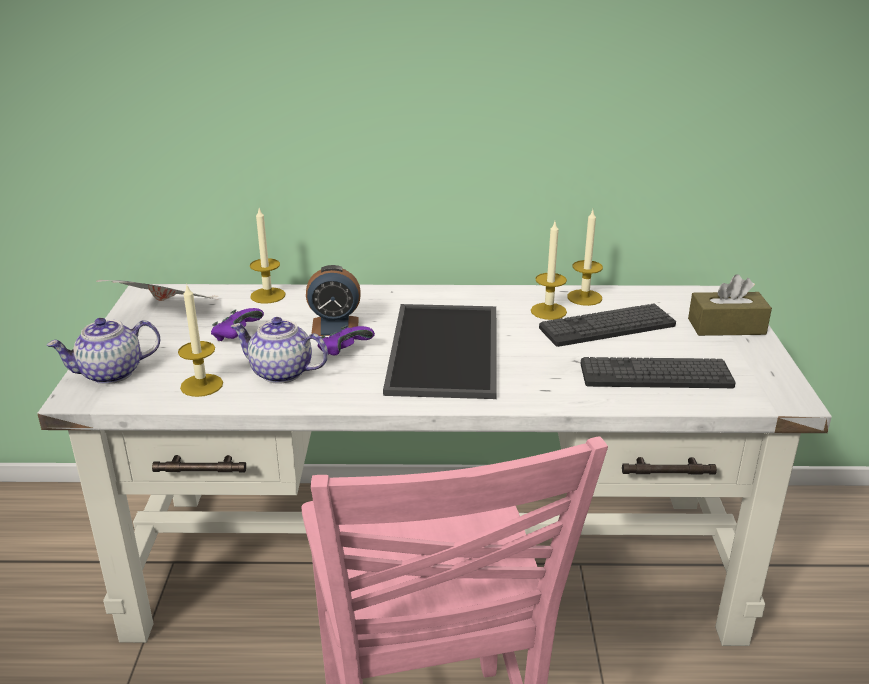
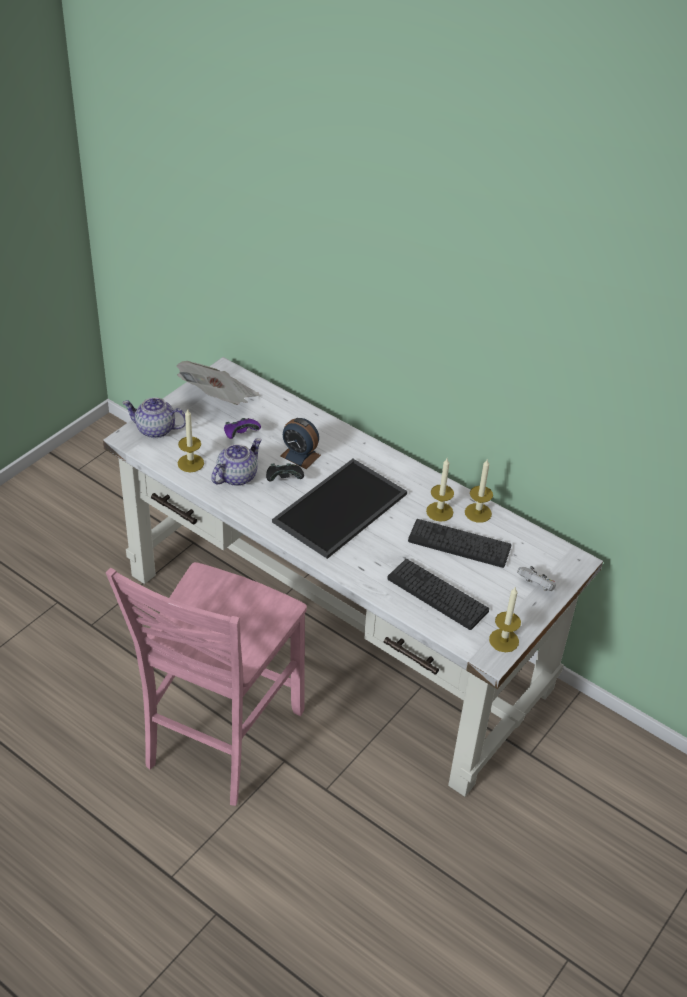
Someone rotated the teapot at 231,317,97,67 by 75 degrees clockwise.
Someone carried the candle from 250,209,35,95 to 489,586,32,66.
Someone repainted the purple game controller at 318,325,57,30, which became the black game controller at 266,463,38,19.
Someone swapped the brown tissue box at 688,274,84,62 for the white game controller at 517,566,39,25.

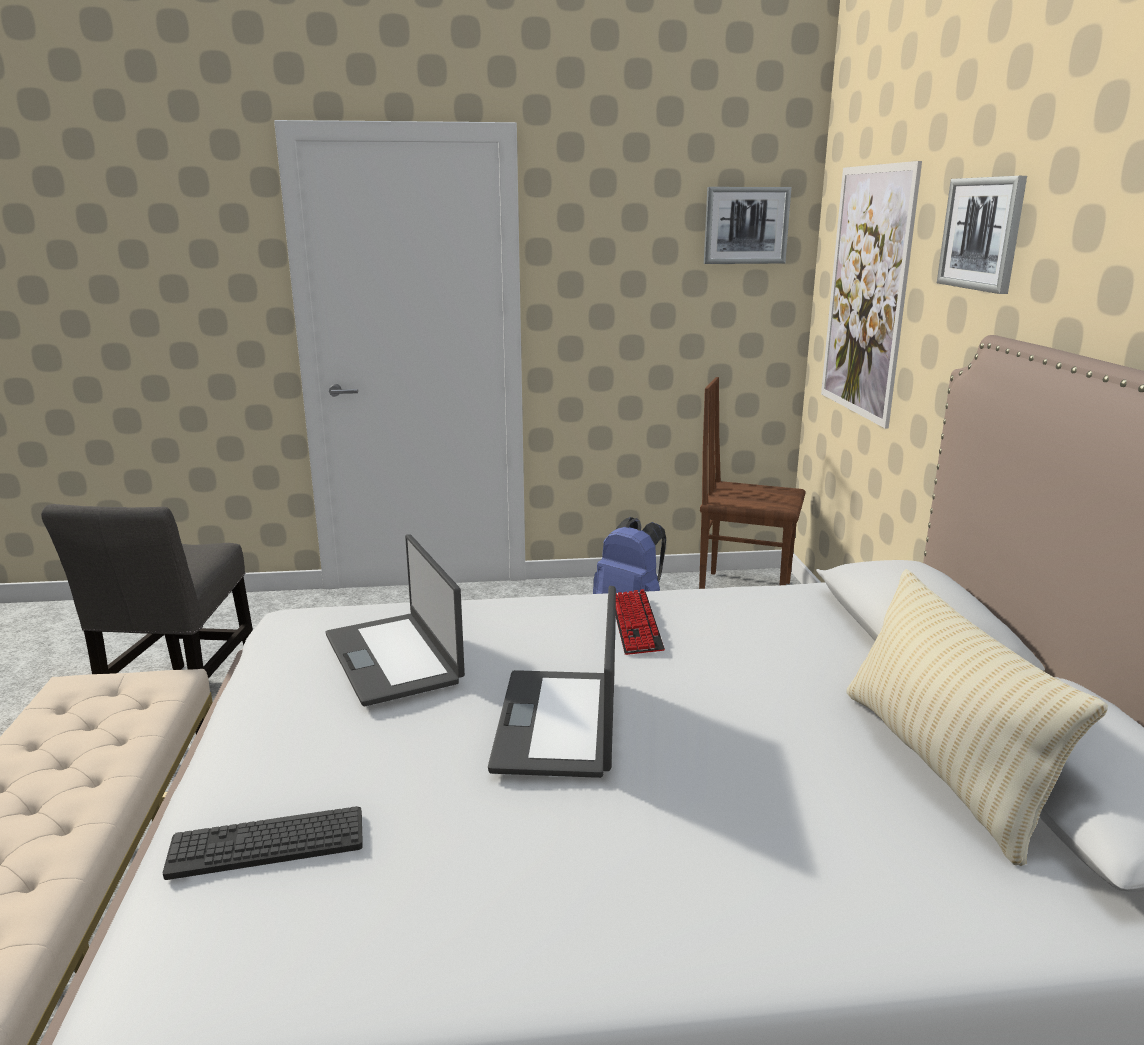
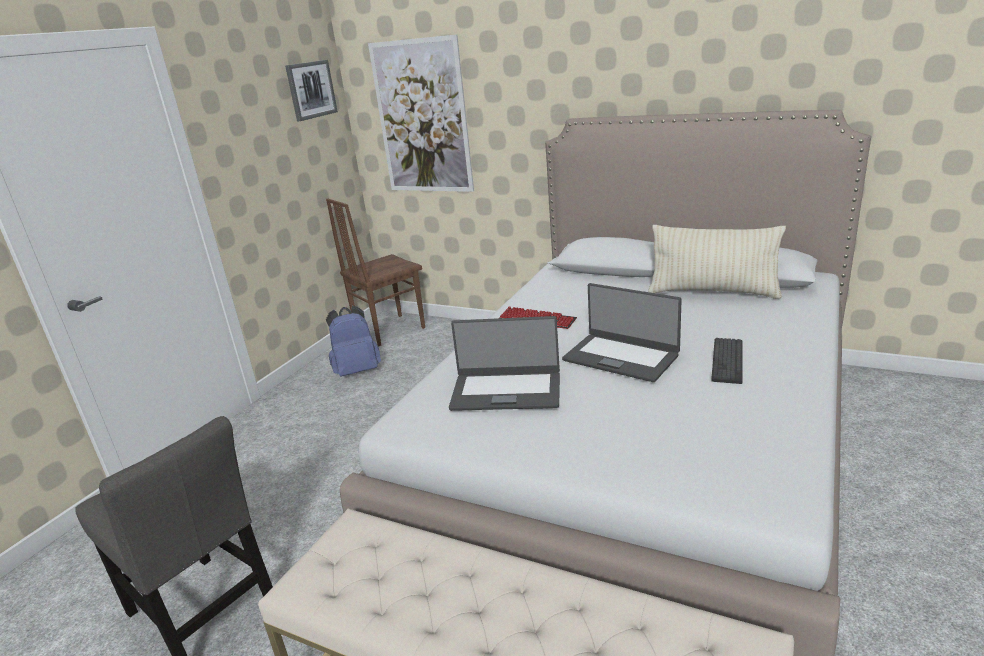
Someone carried the keyboard from 163,806,200,74 to 711,338,32,46.
Someone took away the picture at 937,176,90,118.

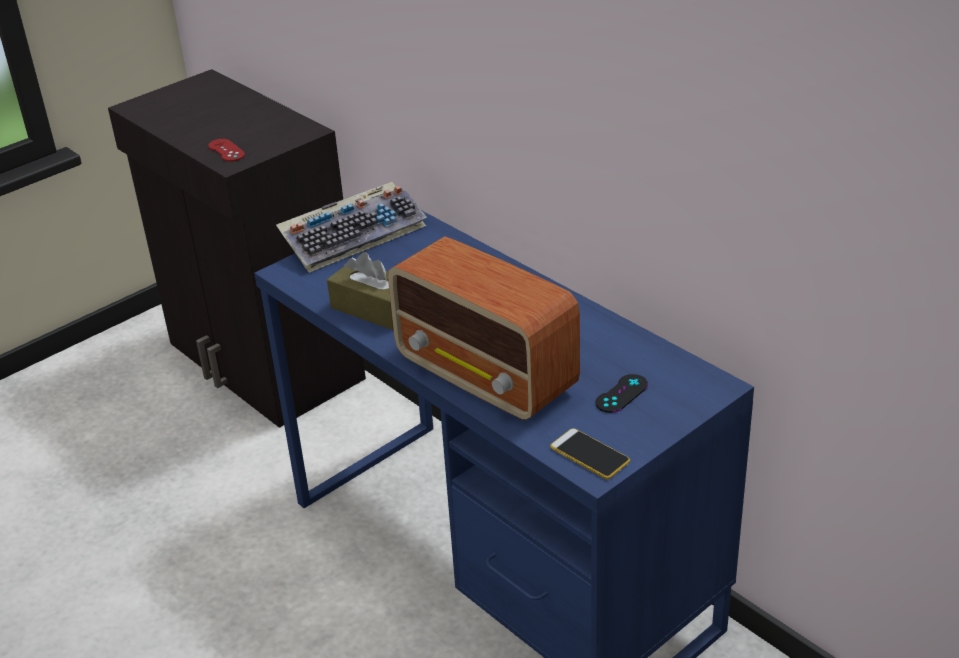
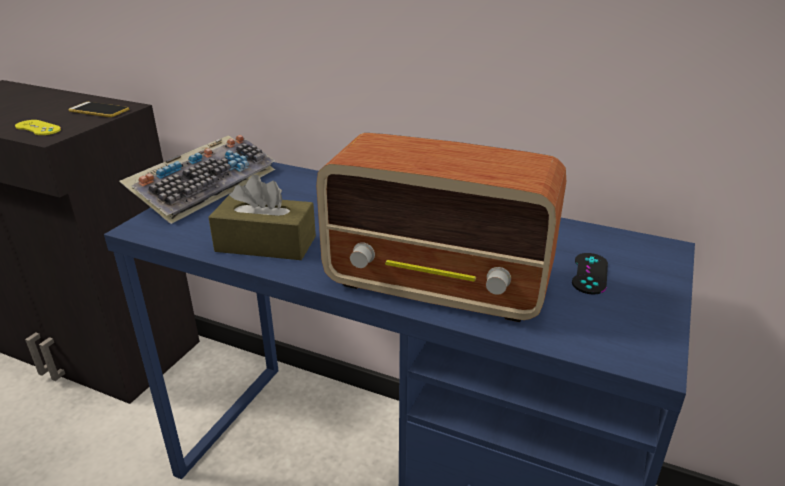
Someone repainted the red game controller at 208,139,37,22, which became the yellow game controller at 15,120,46,15.
Someone carried the phone from 550,428,80,51 to 69,102,60,15.

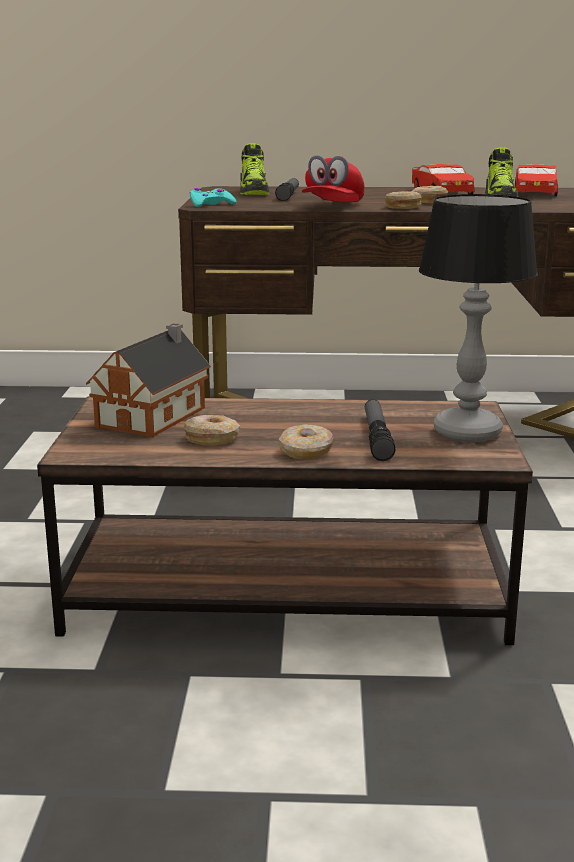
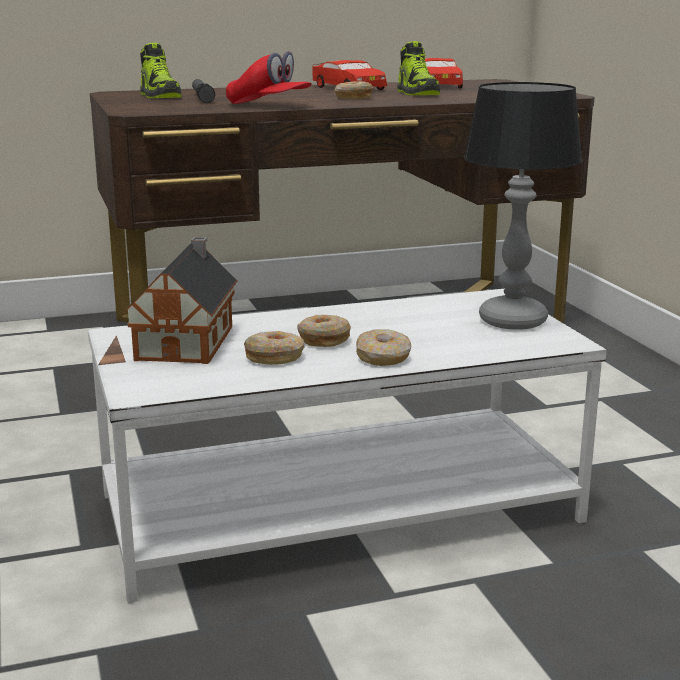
Someone repainted the brown coffee table at 37,397,496,248, which became the white coffee table at 88,289,519,314.
Someone took away the turquoise game controller at 189,188,48,19.
Someone rotated the red cap at 302,155,63,47 by 60 degrees counterclockwise.
Someone took away the flashlight at 365,399,31,62.
Someone carried the donut from 385,191,37,18 to 297,315,54,32.

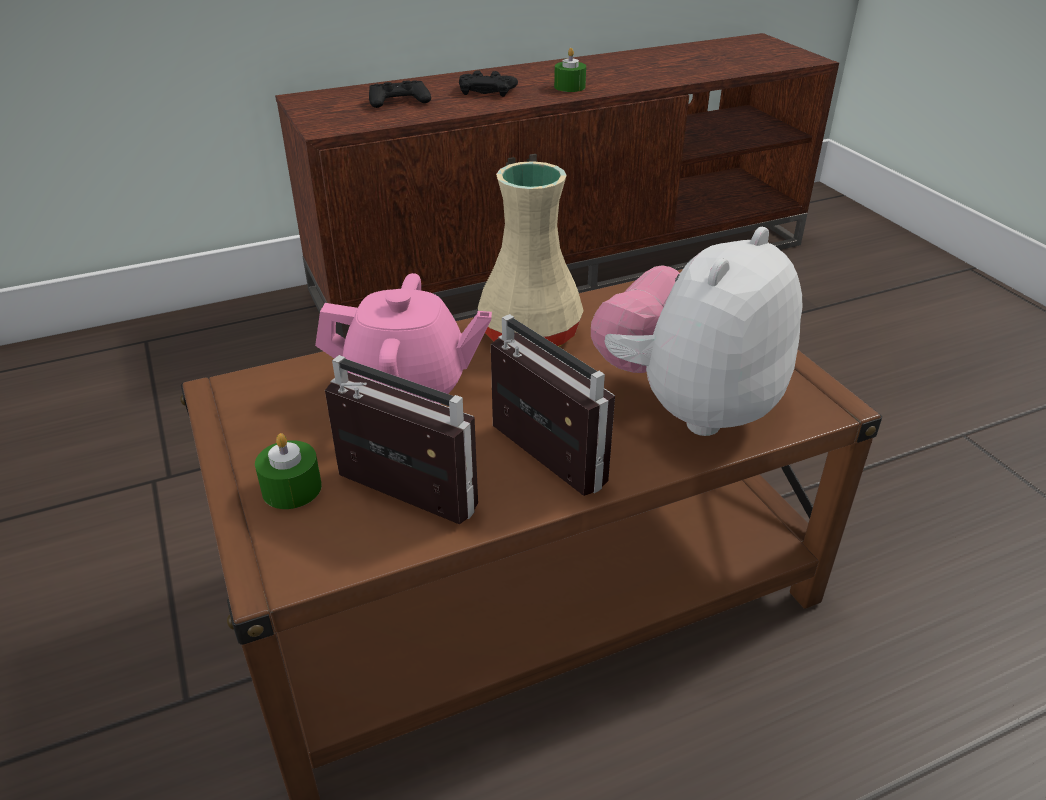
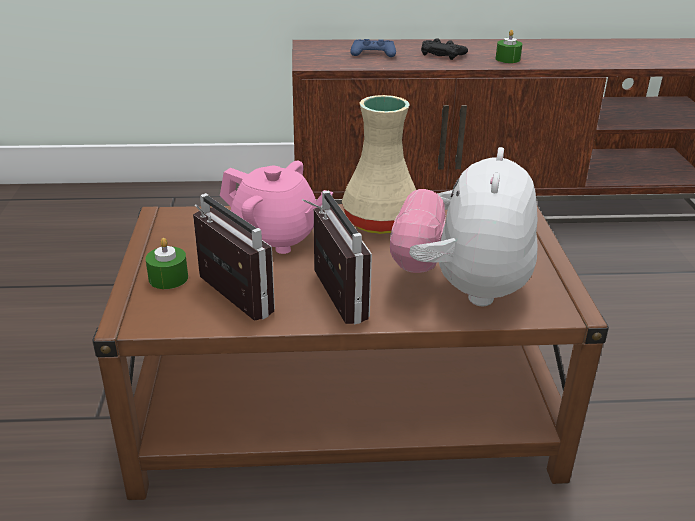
Someone repainted the black game controller at 369,80,62,28, which became the blue game controller at 350,39,46,18.
Someone rotated the plush toy at 591,227,211,209 by 45 degrees counterclockwise.

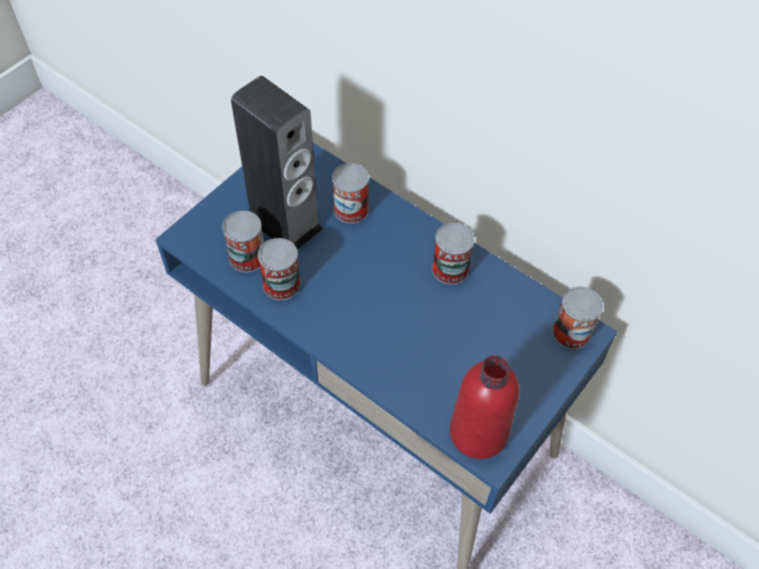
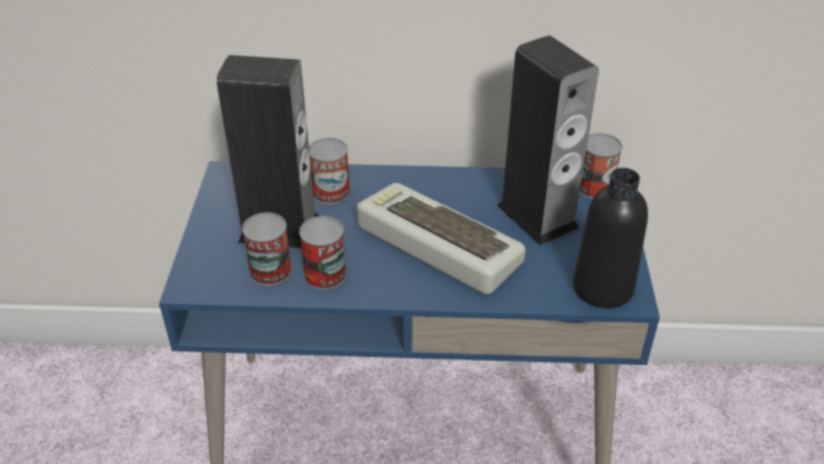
Someone took away the can at 432,223,43,62.
Someone repainted the red bottle at 450,355,69,104, which became the black bottle at 573,168,75,140.
Someone put down the keyboard at 357,183,168,111.
Someone put down the speaker at 497,35,102,211.

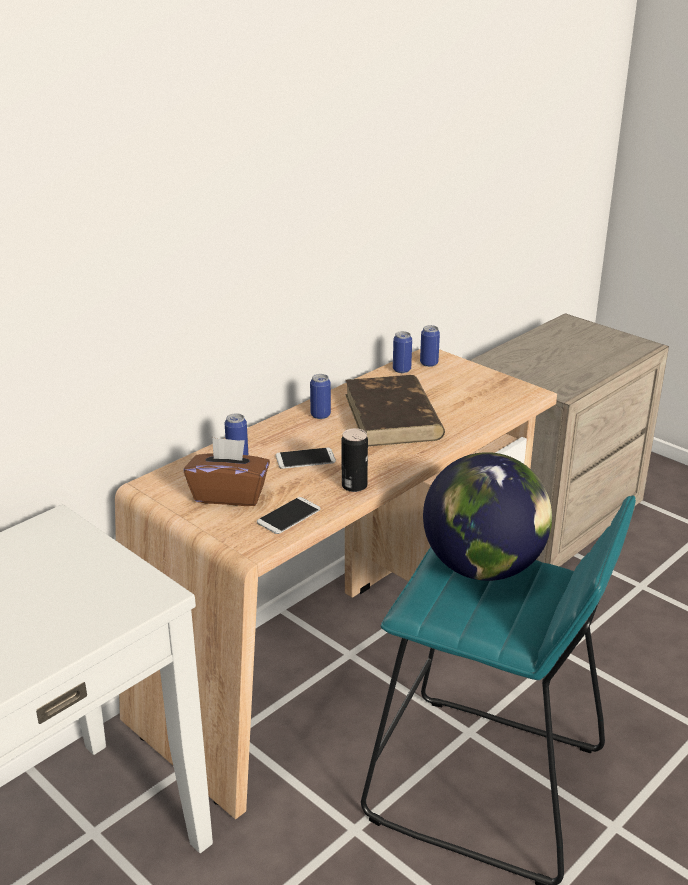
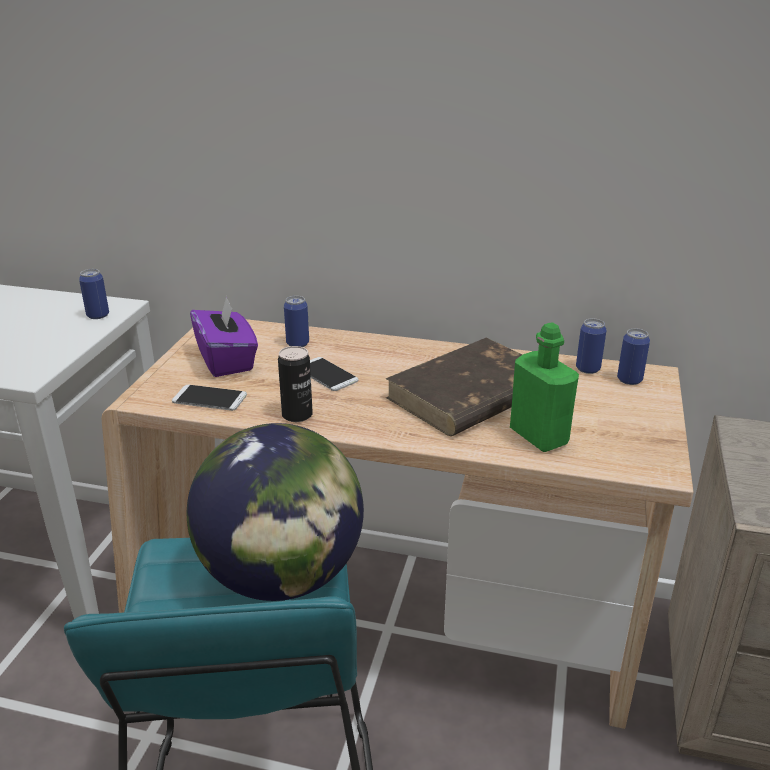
Someone repainted the brown tissue box at 184,437,86,69, which became the purple tissue box at 190,296,68,81.
Someone carried the can from 310,374,21,45 to 79,269,30,50.
Someone put down the green bottle at 510,323,69,129.

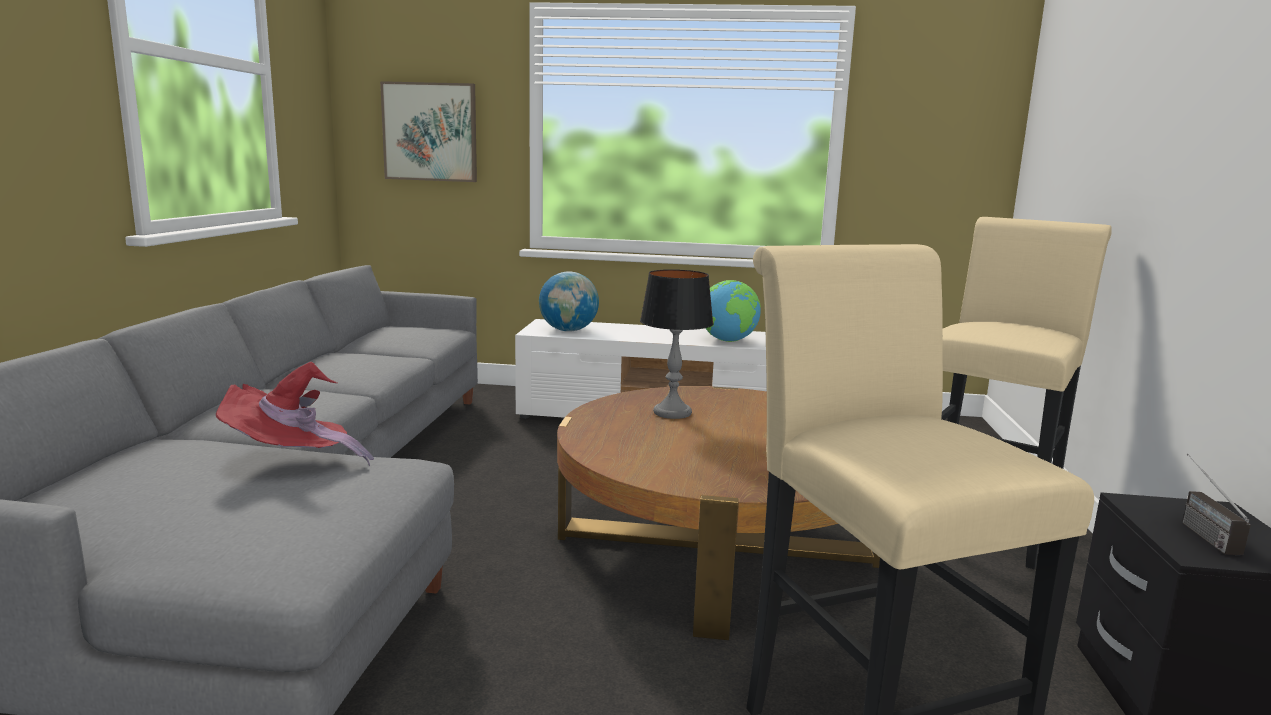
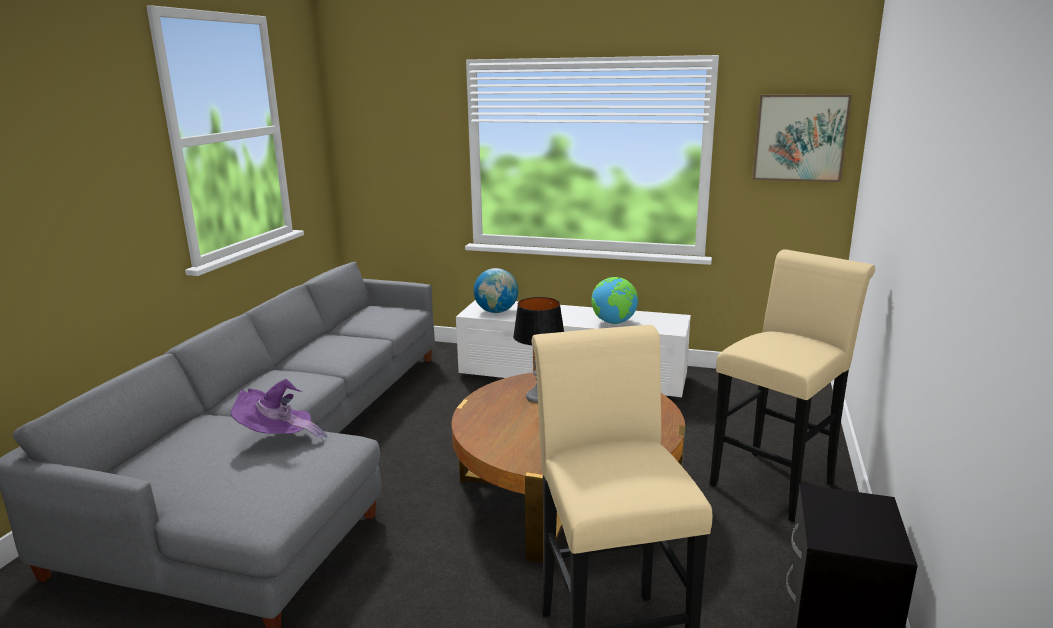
Someone repainted the red hat at 216,362,158,105, which became the purple hat at 231,379,97,64.
Someone carried the picture from 380,81,97,101 to 753,94,99,88.
Someone took away the radio at 1182,454,69,101.

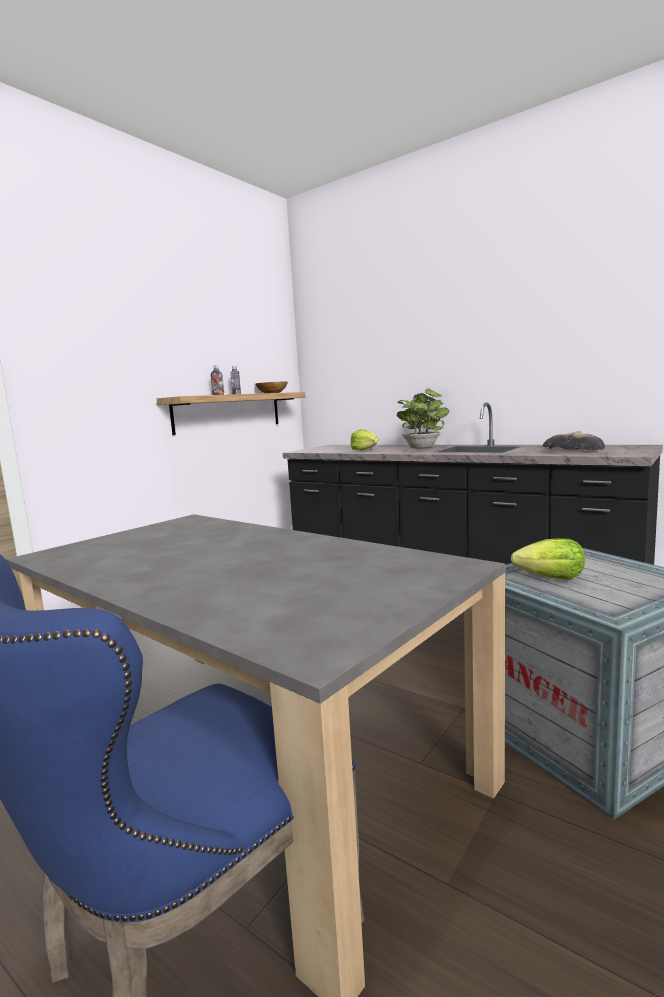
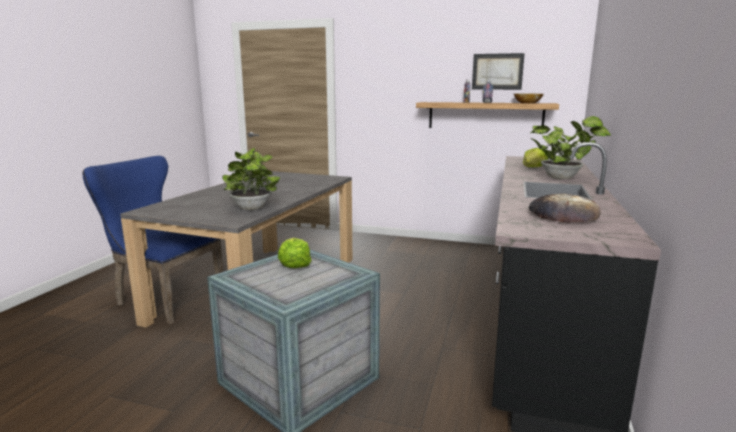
Someone put down the potted plant at 222,148,58,62.
Someone put up the picture at 472,53,53,37.

